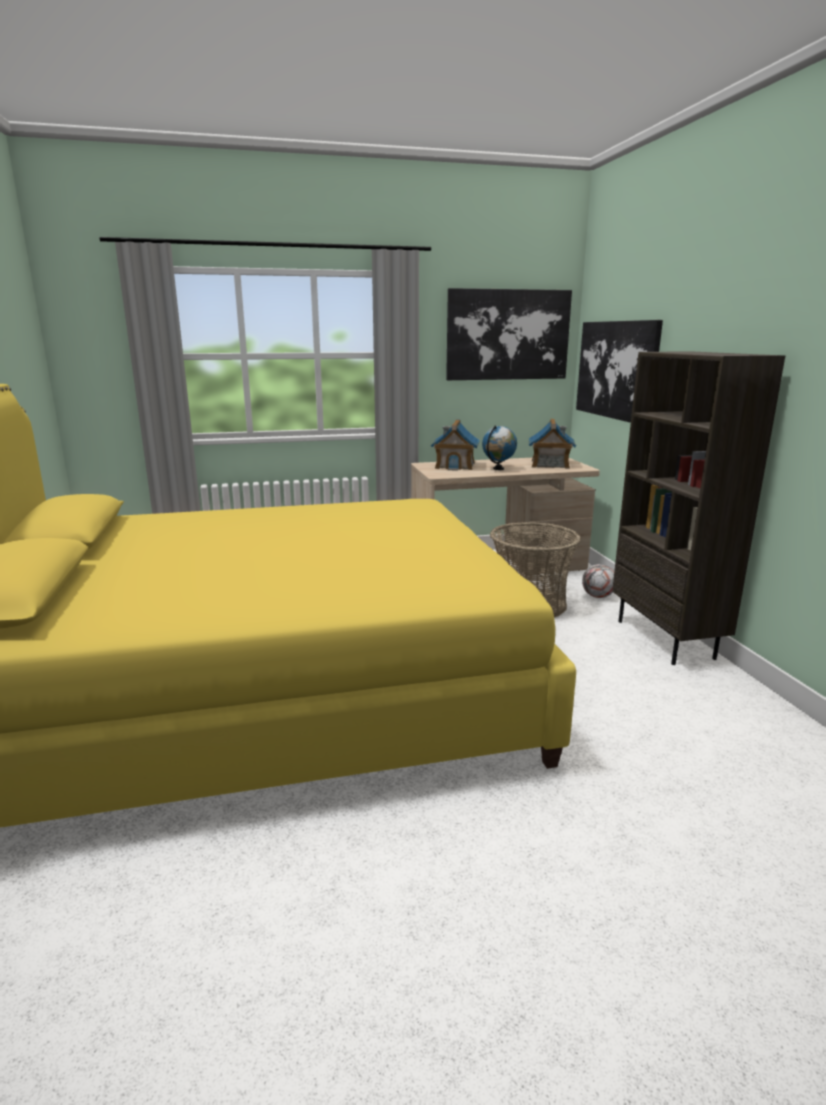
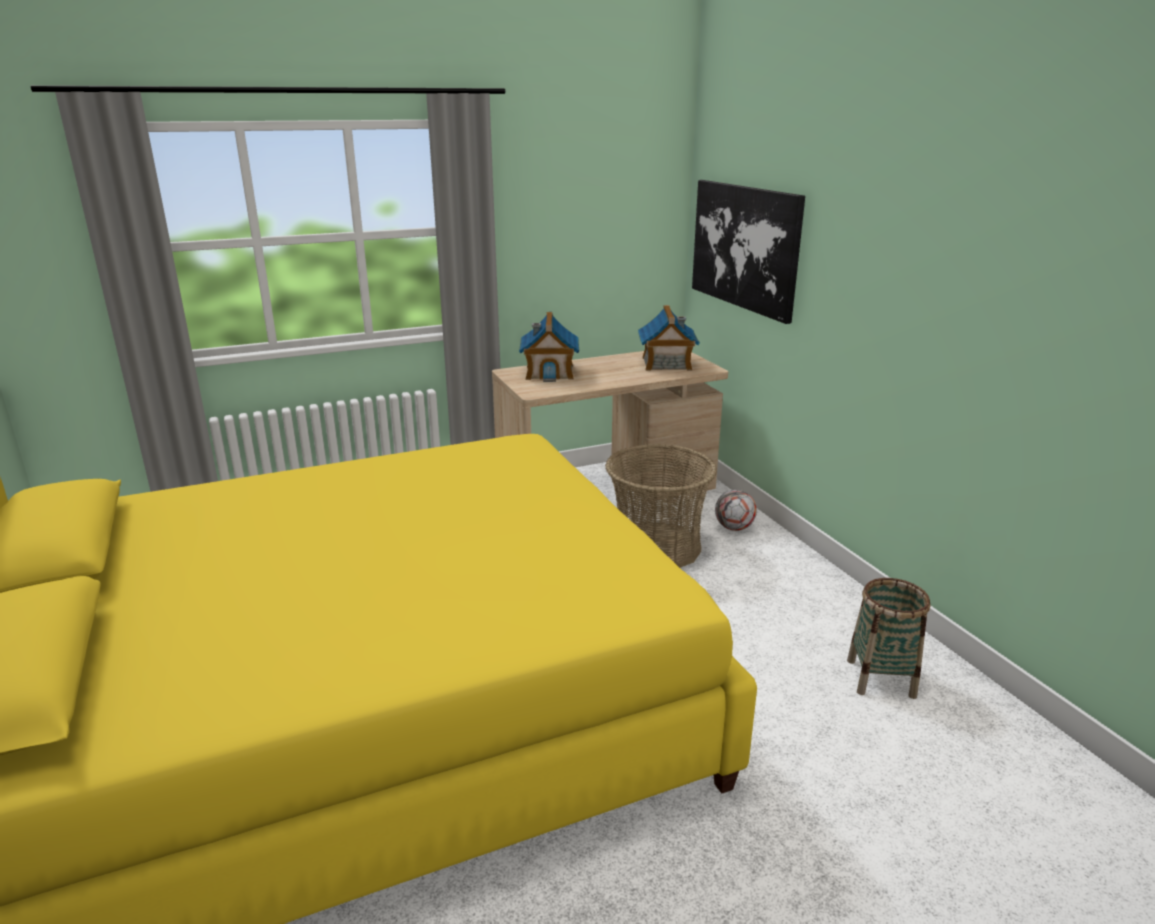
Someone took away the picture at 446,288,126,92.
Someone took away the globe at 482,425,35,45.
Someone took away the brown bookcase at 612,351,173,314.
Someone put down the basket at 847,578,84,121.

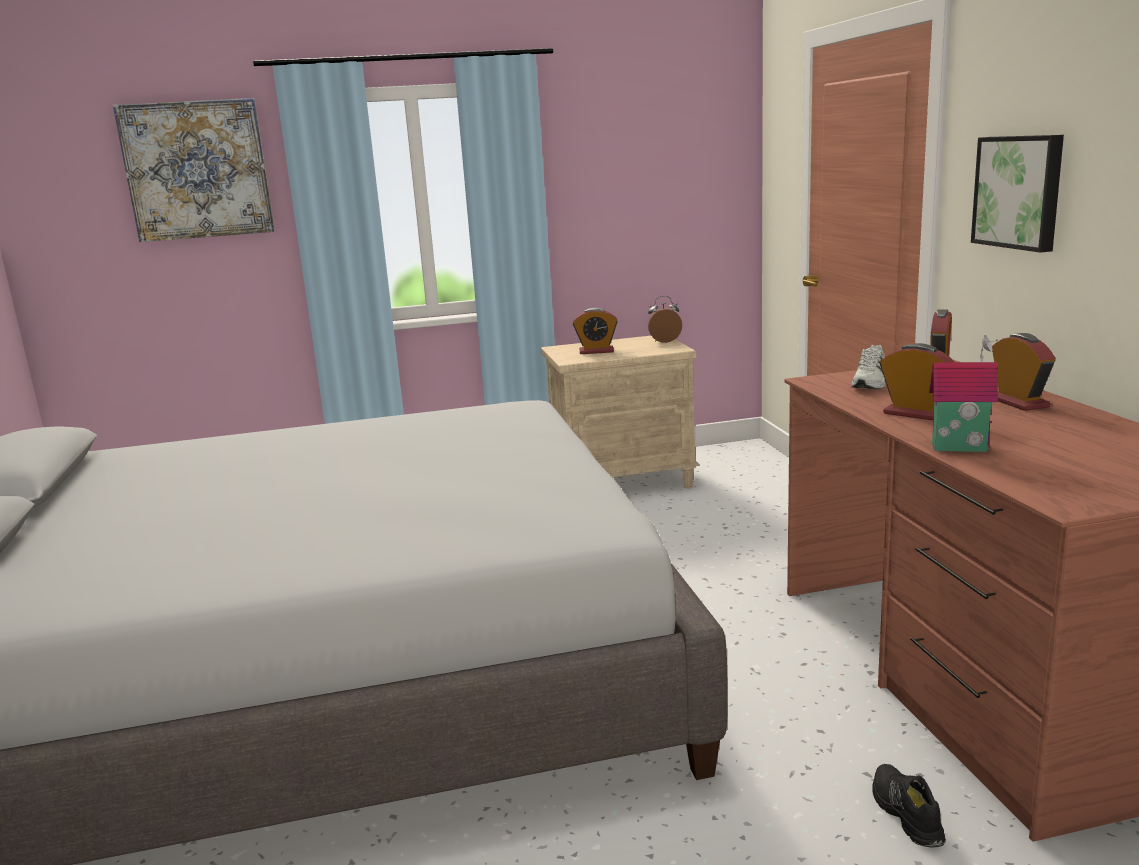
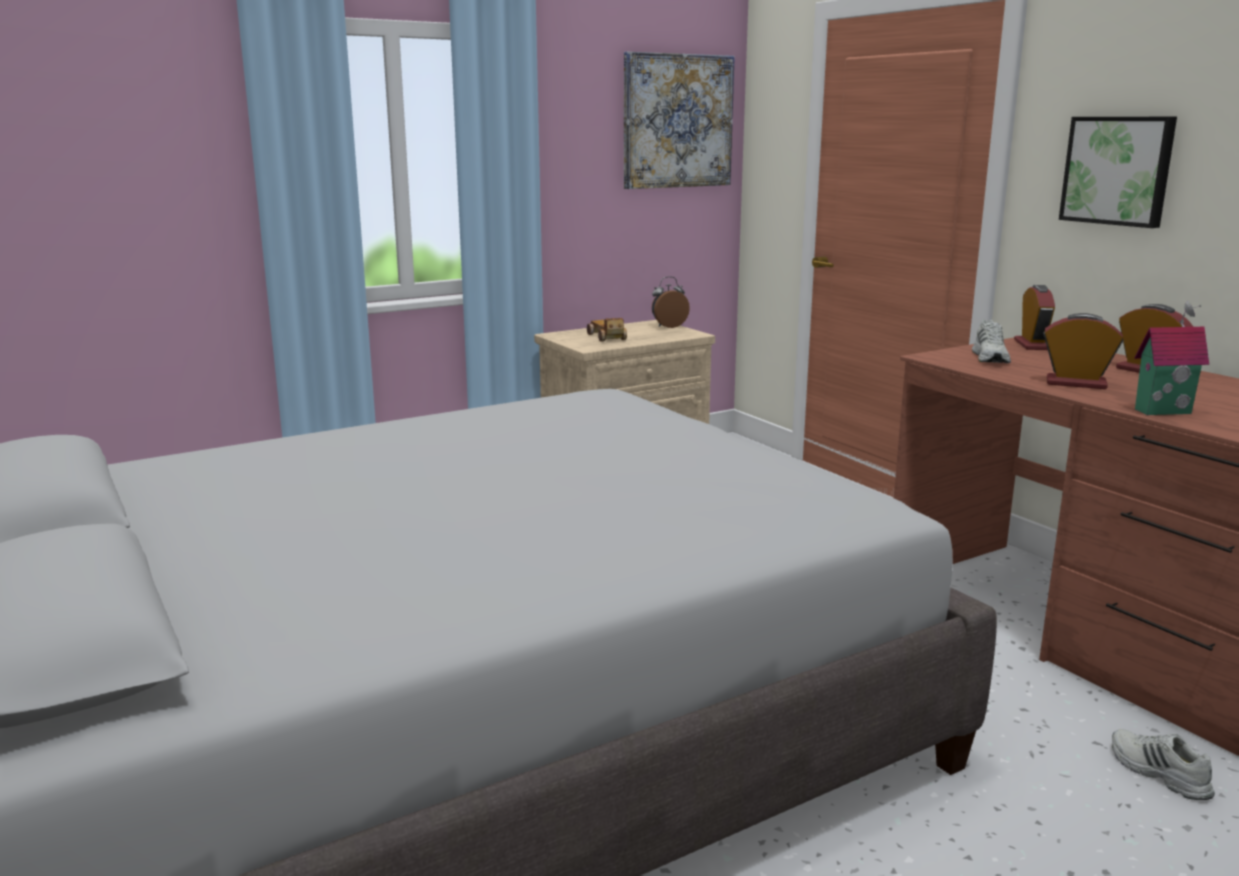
Someone carried the picture from 113,98,162,144 to 624,51,111,138.
Someone swapped the alarm clock at 573,308,45,46 for the toy car at 587,318,40,23.
Someone repainted the black shoe at 872,764,74,84, which became the white shoe at 1112,729,103,71.

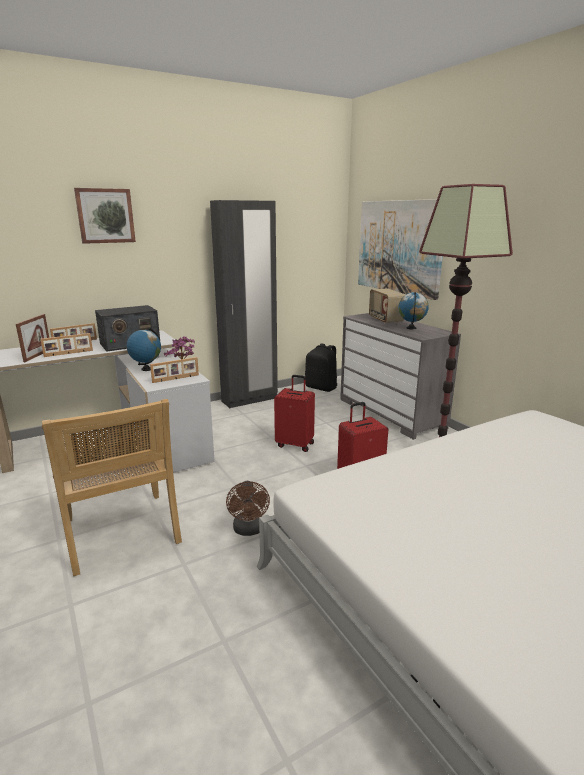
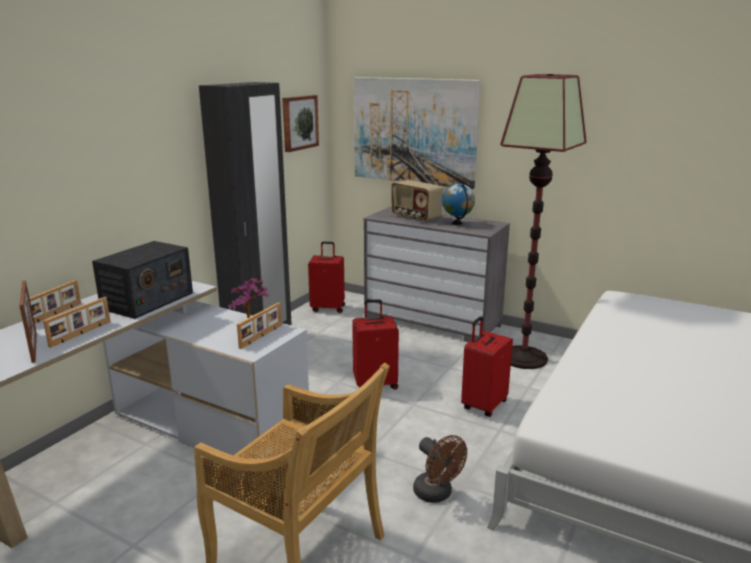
Someone carried the picture from 74,188,62,56 to 282,95,37,57.
Someone took away the globe at 127,327,34,44.
Someone swapped the black backpack at 305,344,32,48 for the red suitcase at 308,242,37,71.

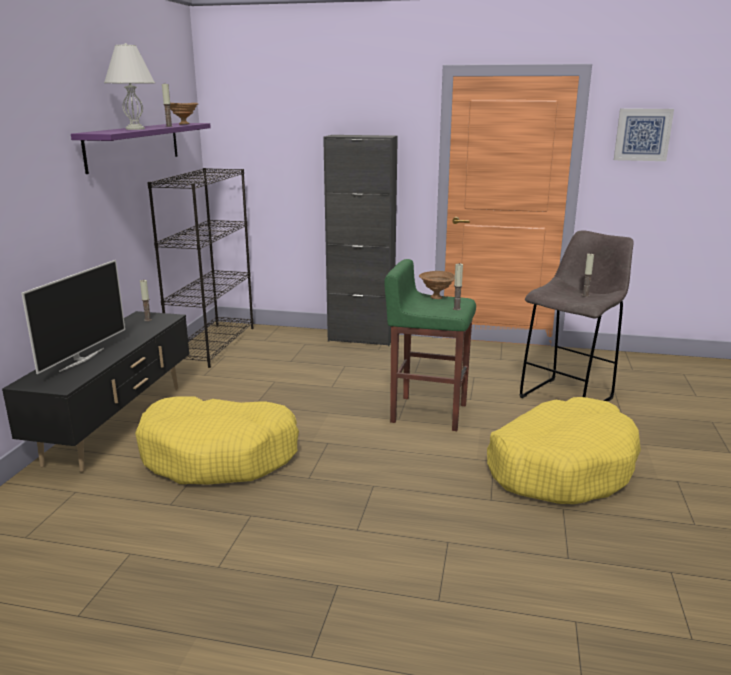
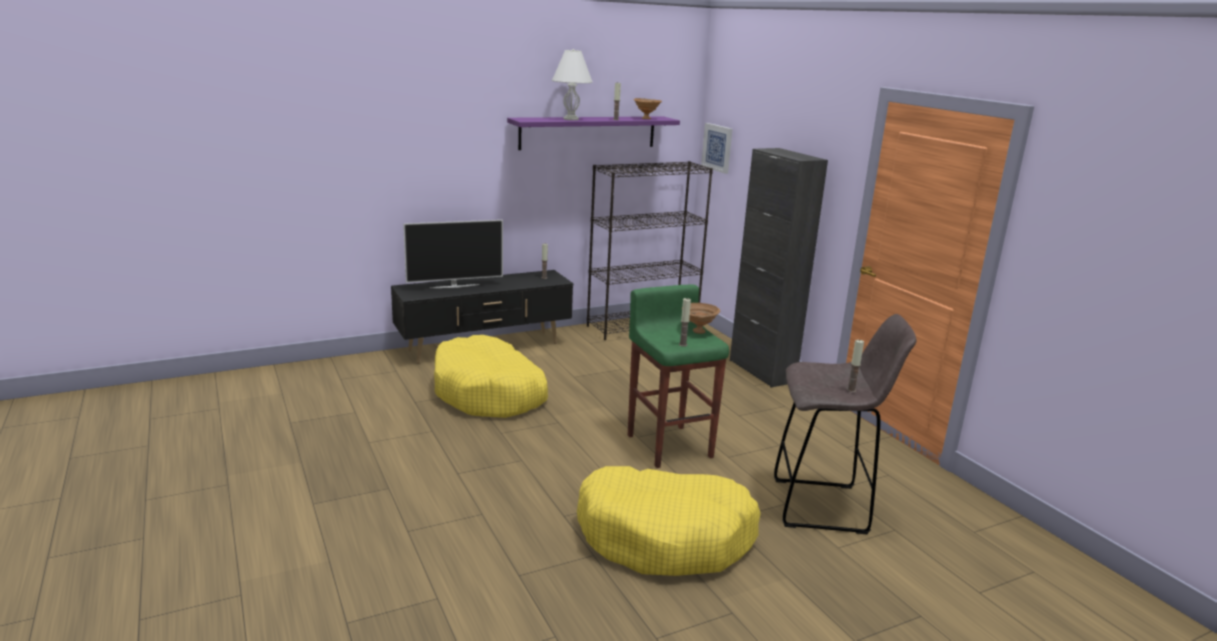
Someone carried the picture from 614,109,60,52 to 701,123,31,51.

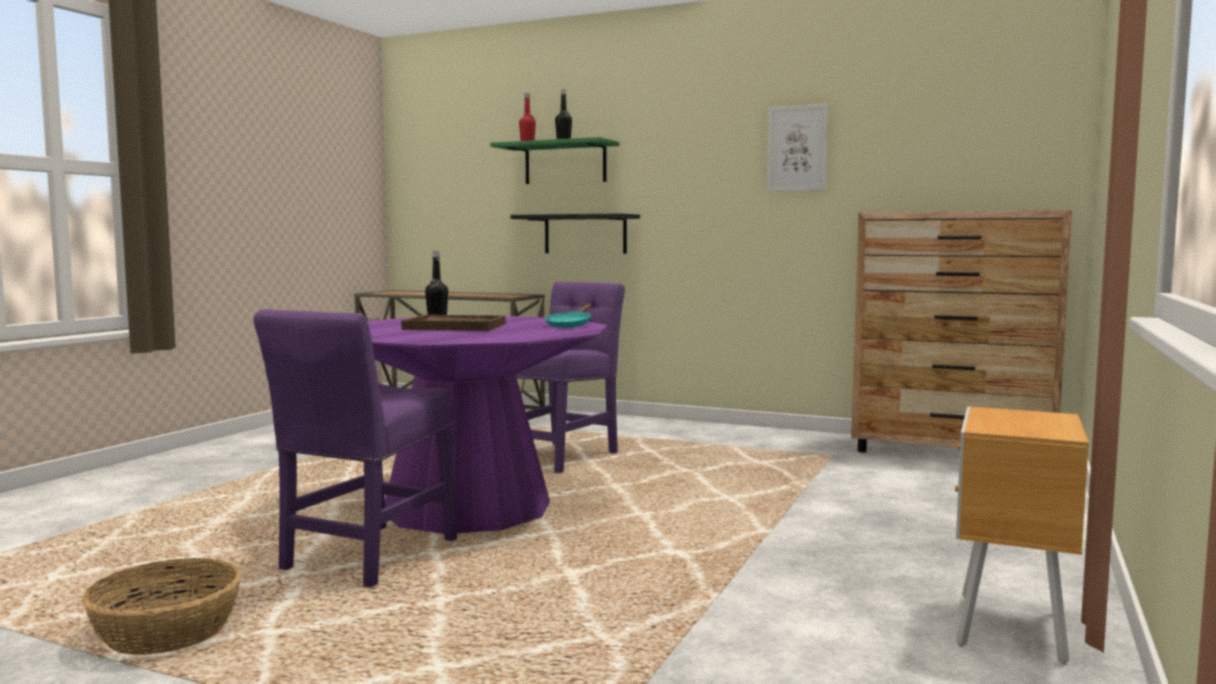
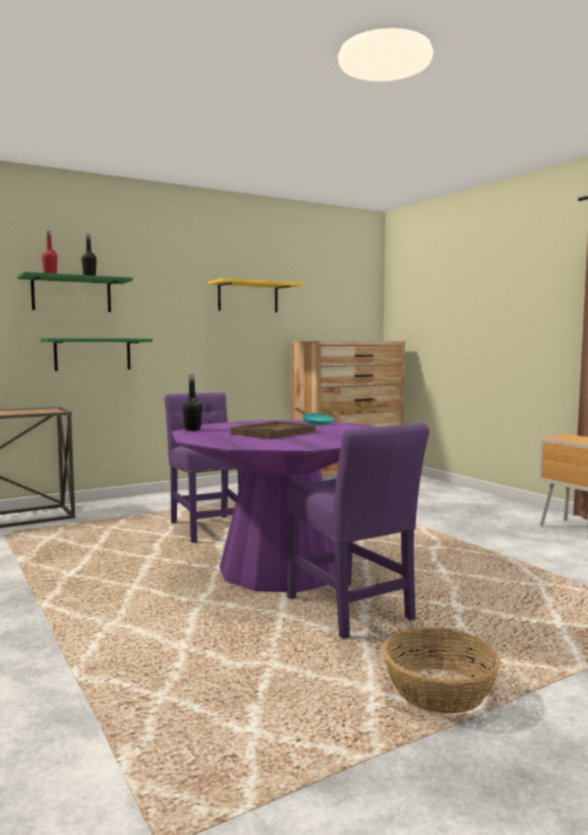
Someone repainted the black shelf at 511,213,129,41, which became the green shelf at 41,338,112,33.
Someone swapped the picture at 767,104,61,88 for the yellow shelf at 208,278,95,34.

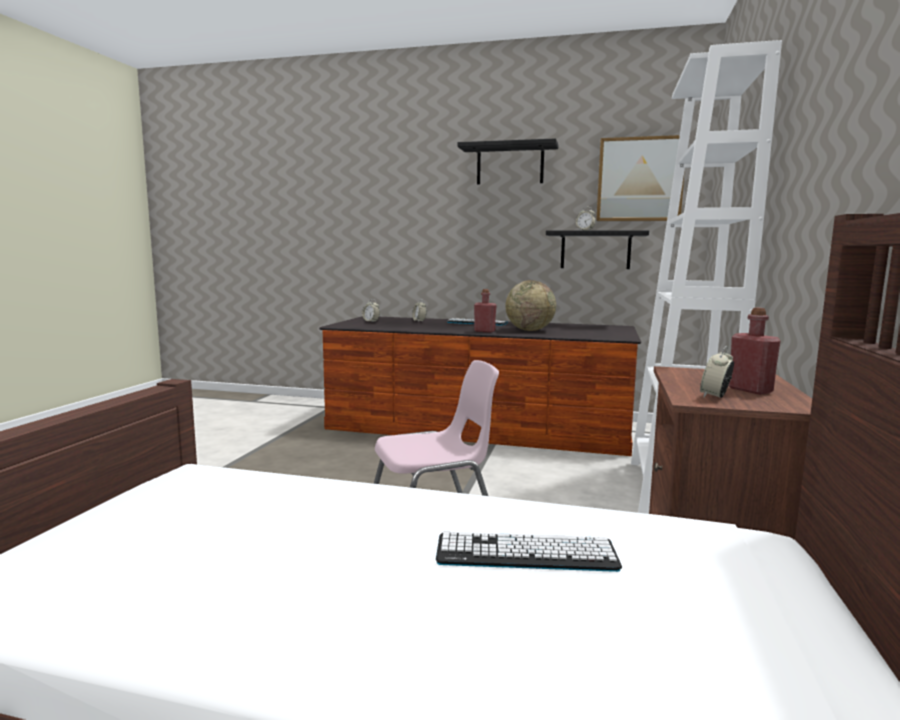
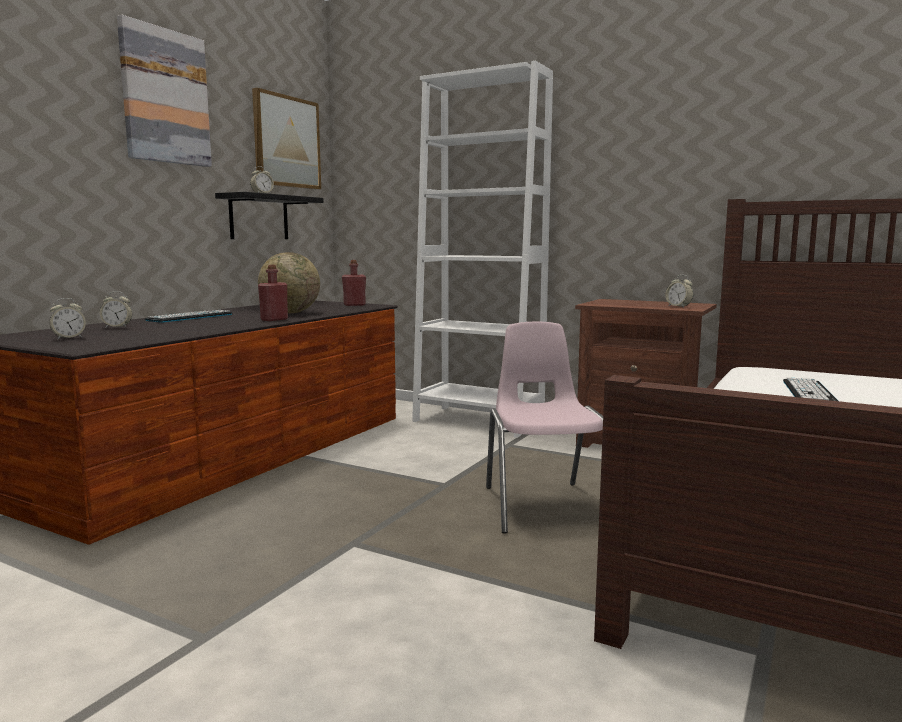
Someone swapped the black shelf at 457,138,101,47 for the picture at 117,15,95,152.
Someone carried the red bottle from 728,308,53,87 to 342,260,24,46.

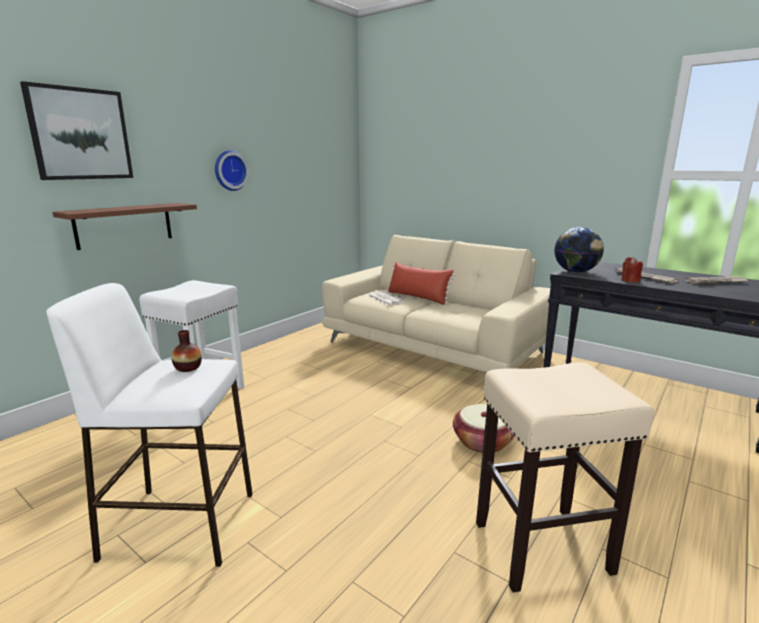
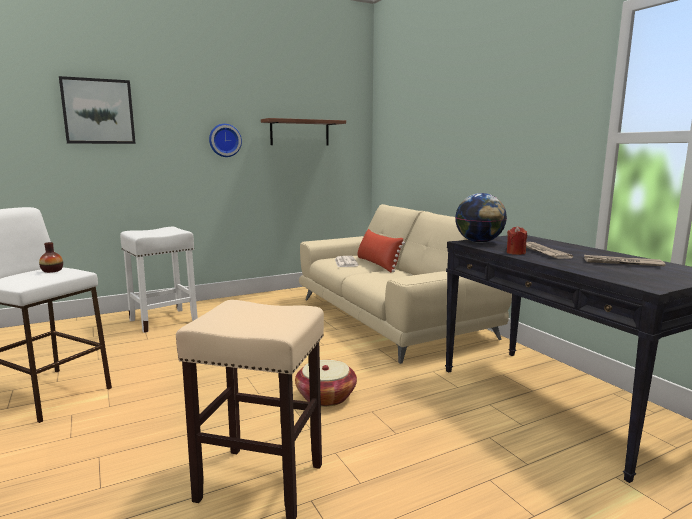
Someone carried the brown shelf from 52,203,145,47 to 261,118,85,28.

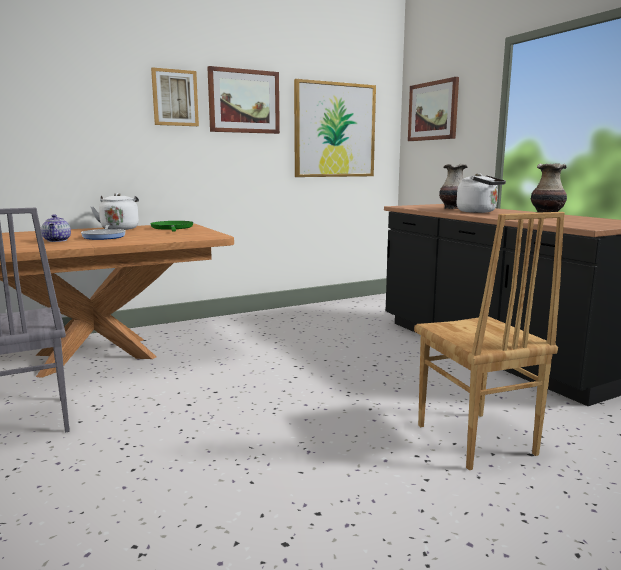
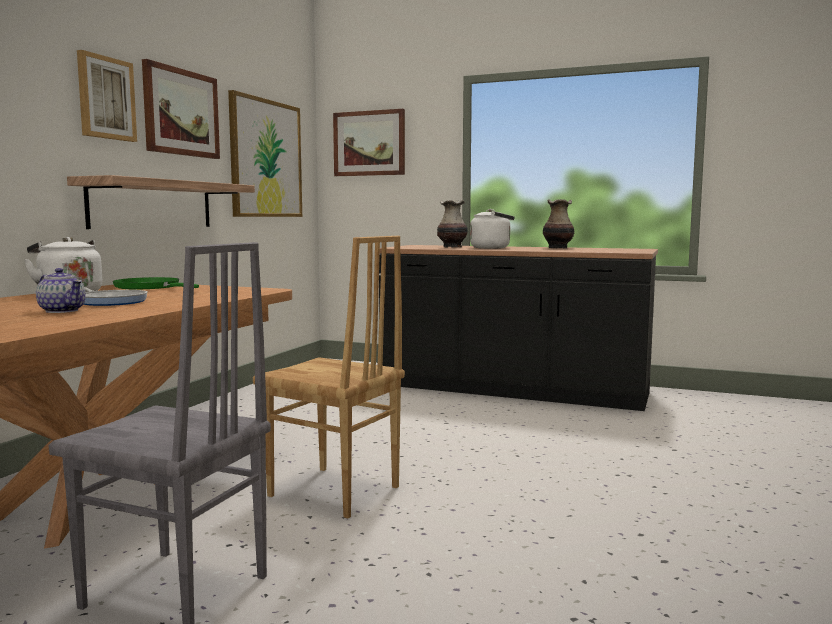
Someone carried the brown chair from 414,212,151,258 to 253,236,152,282.
Someone put up the shelf at 67,175,188,54.

